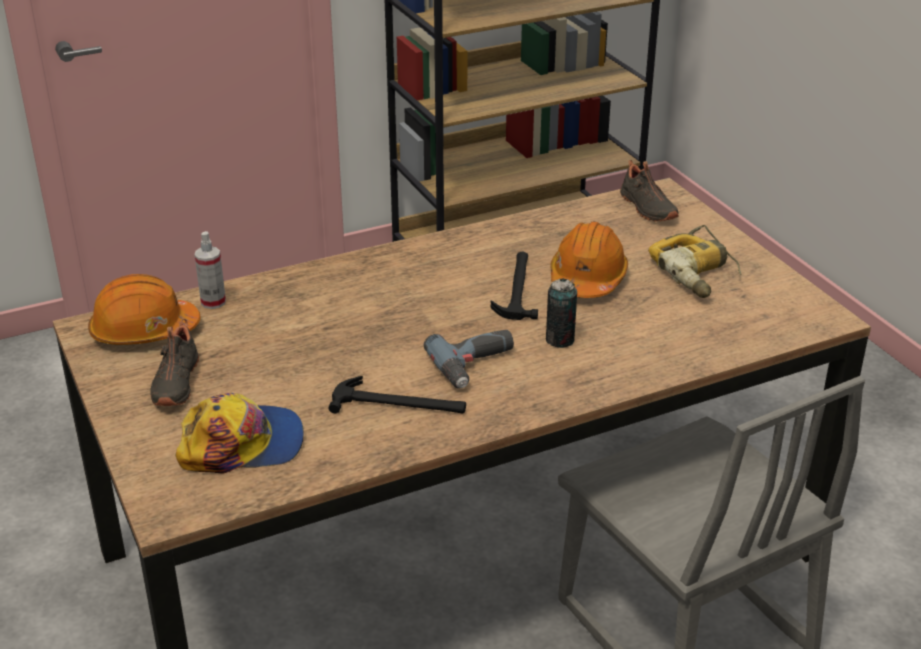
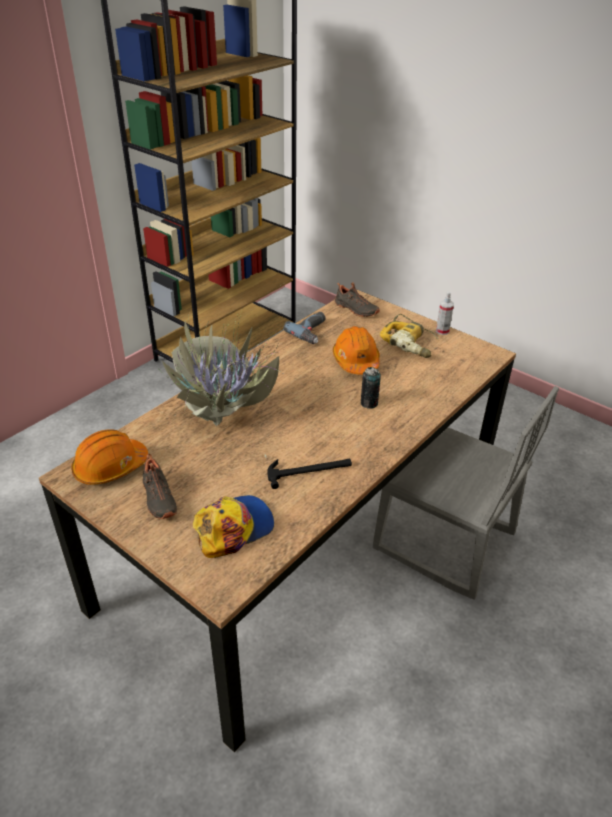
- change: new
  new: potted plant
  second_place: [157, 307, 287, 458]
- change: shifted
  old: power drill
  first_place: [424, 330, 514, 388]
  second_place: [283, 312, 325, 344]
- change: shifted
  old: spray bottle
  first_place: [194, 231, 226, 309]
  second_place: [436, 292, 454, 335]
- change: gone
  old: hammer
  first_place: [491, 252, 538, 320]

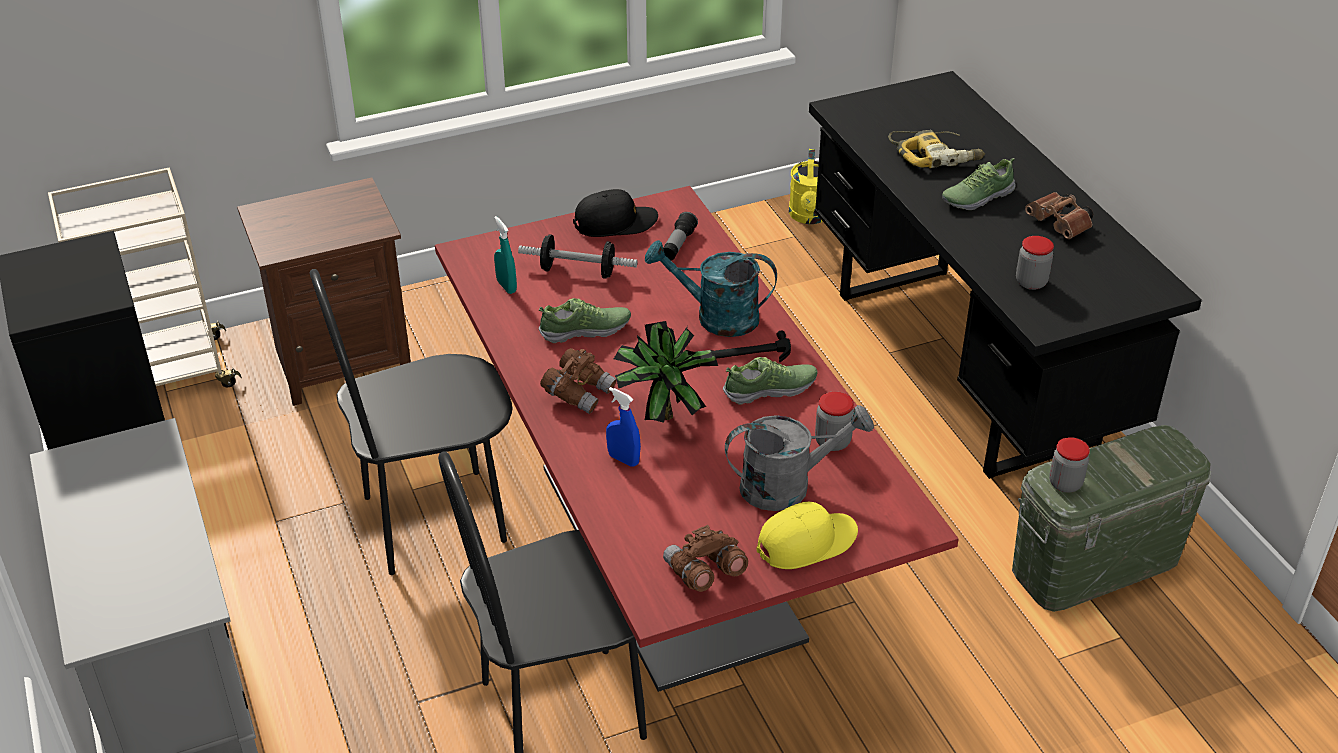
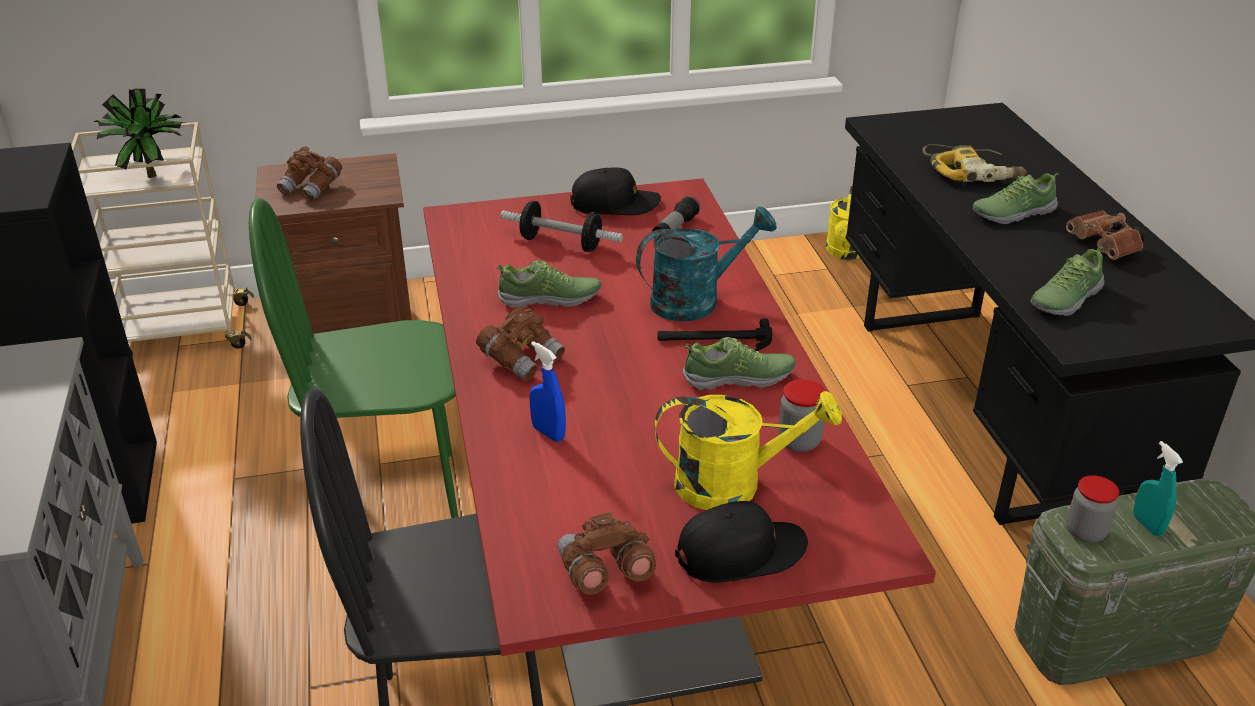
- change: shifted
  old: potted plant
  first_place: [614, 321, 718, 423]
  second_place: [94, 89, 185, 178]
- change: repainted
  old: chair in black
  new: chair in green
  first_place: [310, 269, 513, 575]
  second_place: [249, 198, 458, 518]
- change: new
  new: binoculars in brown
  second_place: [277, 146, 342, 201]
- change: rotated
  old: watering can in turquoise
  first_place: [645, 240, 777, 337]
  second_place: [636, 206, 777, 321]
  degrees: 135
- change: repainted
  old: watering can in grey
  new: watering can in yellow
  first_place: [725, 405, 874, 511]
  second_place: [655, 391, 842, 510]
- change: repainted
  old: cap in yellow
  new: cap in black
  first_place: [757, 502, 858, 569]
  second_place: [675, 501, 808, 582]
- change: swapped
  old: jar
  new: shoe
  first_place: [1016, 236, 1054, 290]
  second_place: [1031, 247, 1104, 316]
- change: shifted
  old: spray bottle in turquoise
  first_place: [494, 216, 517, 294]
  second_place: [1134, 441, 1183, 536]

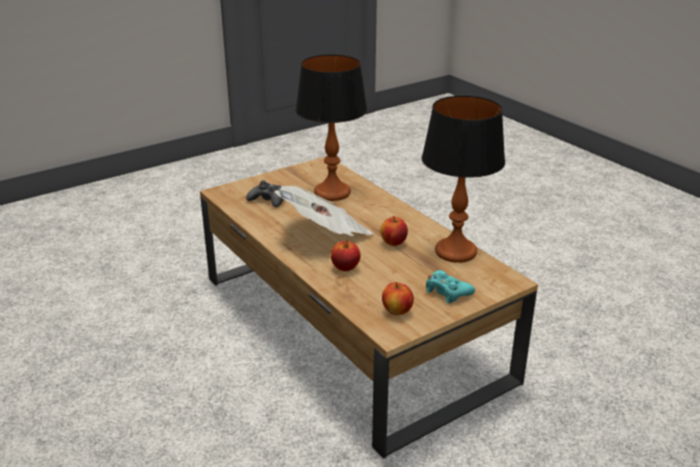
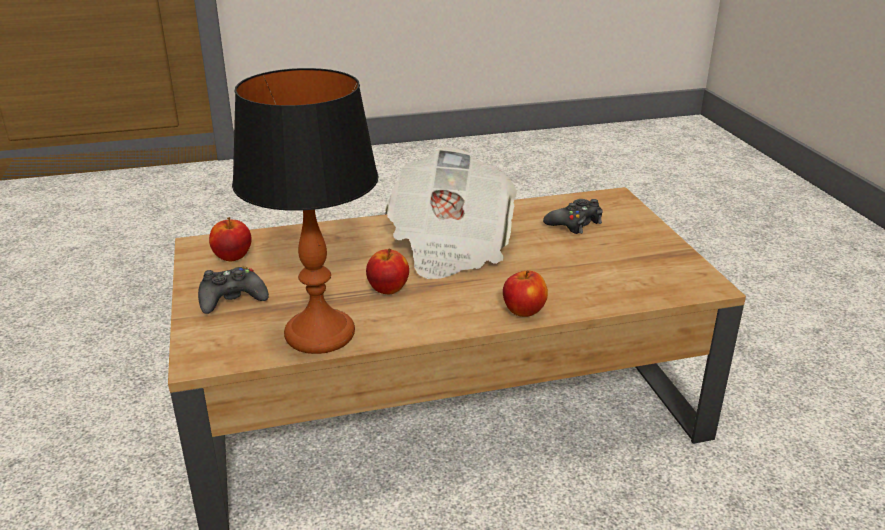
- change: repainted
  old: game controller in turquoise
  new: game controller in black
  first_place: [426, 270, 475, 303]
  second_place: [198, 266, 269, 314]
- change: shifted
  old: apple
  first_place: [331, 240, 360, 271]
  second_place: [503, 271, 548, 317]
- change: gone
  old: table lamp
  first_place: [296, 54, 367, 201]

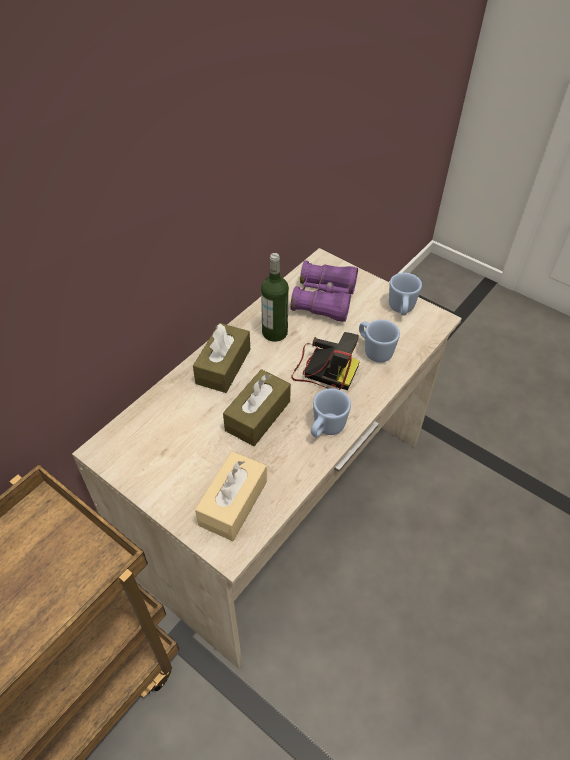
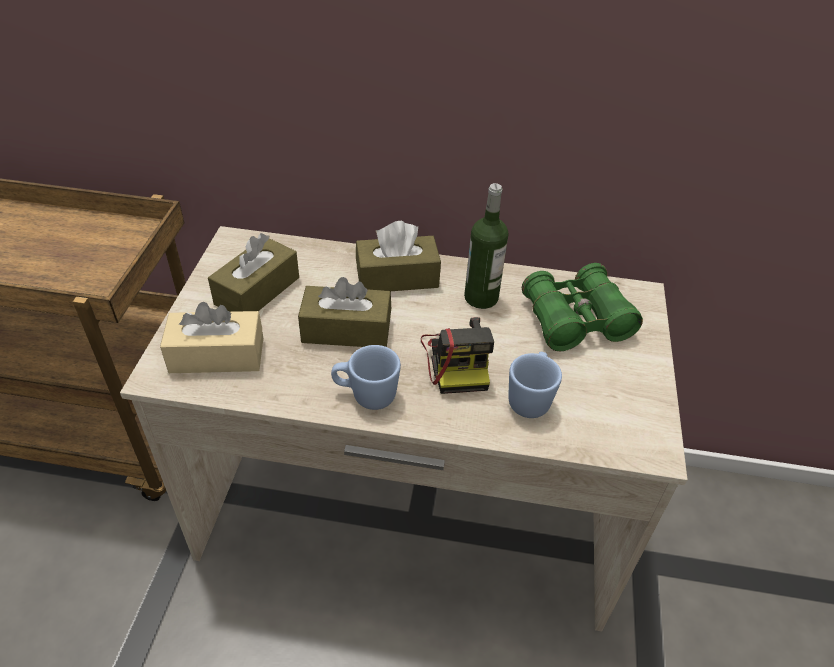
- change: new
  new: tissue box in brown
  second_place: [208, 233, 299, 312]
- change: repainted
  old: binoculars in purple
  new: binoculars in green
  first_place: [290, 260, 358, 322]
  second_place: [522, 263, 643, 351]
- change: gone
  old: mug in blue
  first_place: [389, 273, 422, 316]

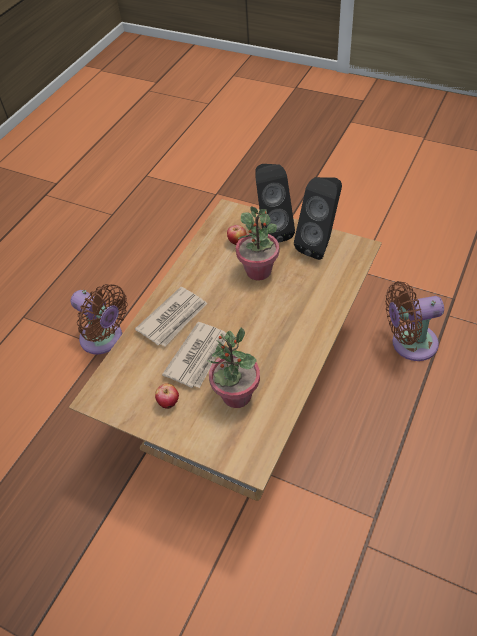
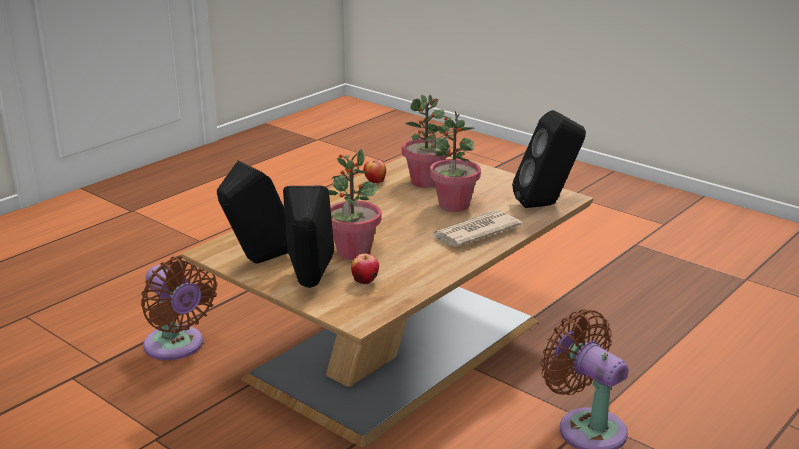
- change: rotated
  old: fan in brown
  first_place: [385, 281, 444, 361]
  second_place: [141, 255, 217, 360]
  degrees: 45
- change: shifted
  old: apple
  first_place: [155, 384, 179, 409]
  second_place: [364, 159, 386, 184]
- change: swapped
  old: newspaper
  new: potted plant
  first_place: [162, 322, 226, 388]
  second_place: [430, 110, 481, 212]
- change: new
  new: speaker in black
  second_place: [512, 110, 586, 208]

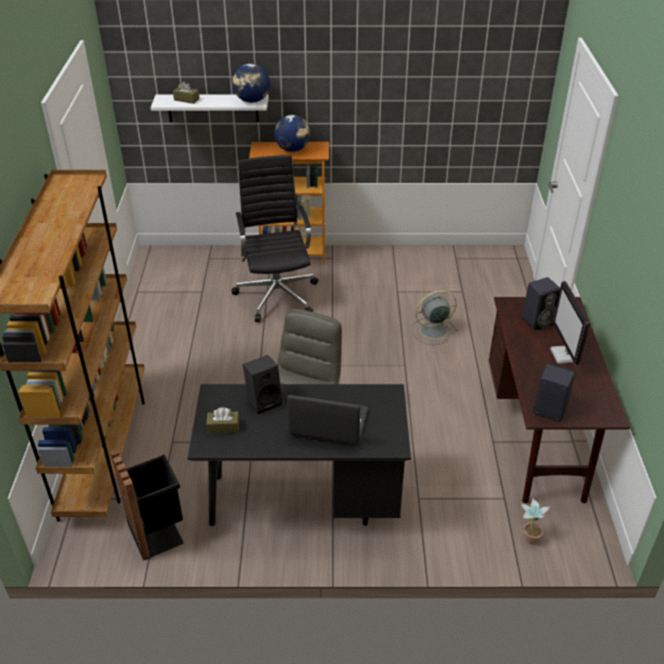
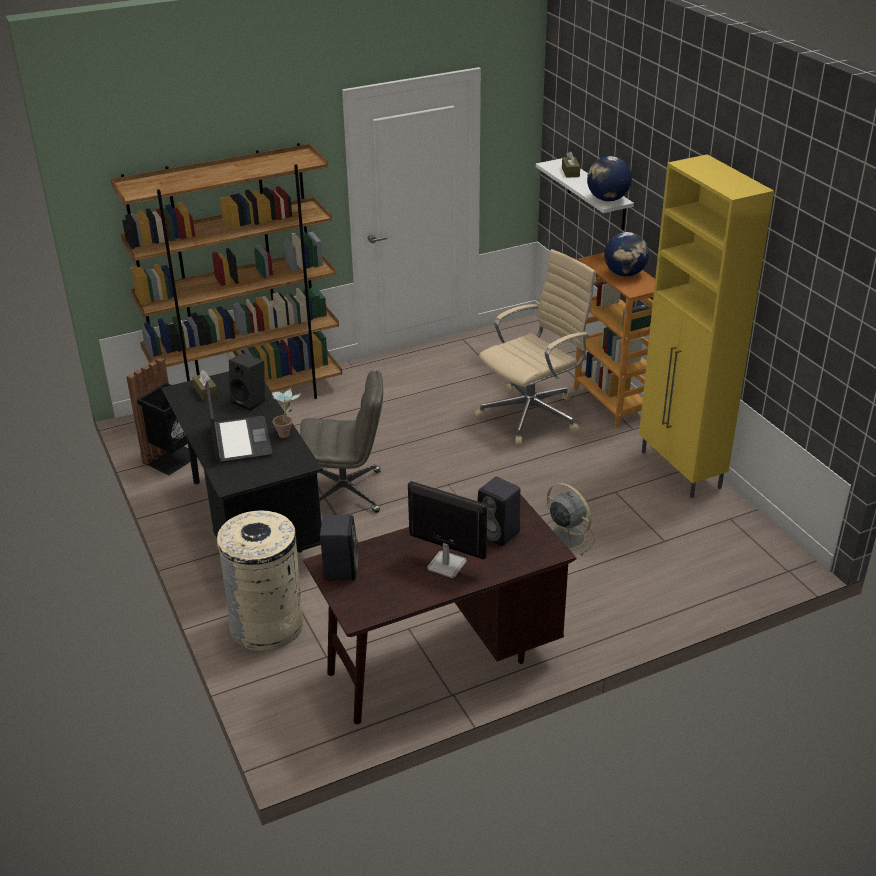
- change: new
  new: trash can in beige
  second_place: [217, 510, 303, 651]
- change: shifted
  old: potted plant
  first_place: [520, 498, 550, 545]
  second_place: [272, 388, 301, 438]
- change: rotated
  old: monitor
  first_place: [550, 281, 590, 365]
  second_place: [408, 481, 488, 578]
  degrees: 60
- change: repainted
  old: office chair in black
  new: office chair in beige
  first_place: [231, 155, 318, 322]
  second_place: [474, 249, 596, 445]
- change: new
  new: cabinet in yellow
  second_place: [639, 154, 774, 498]

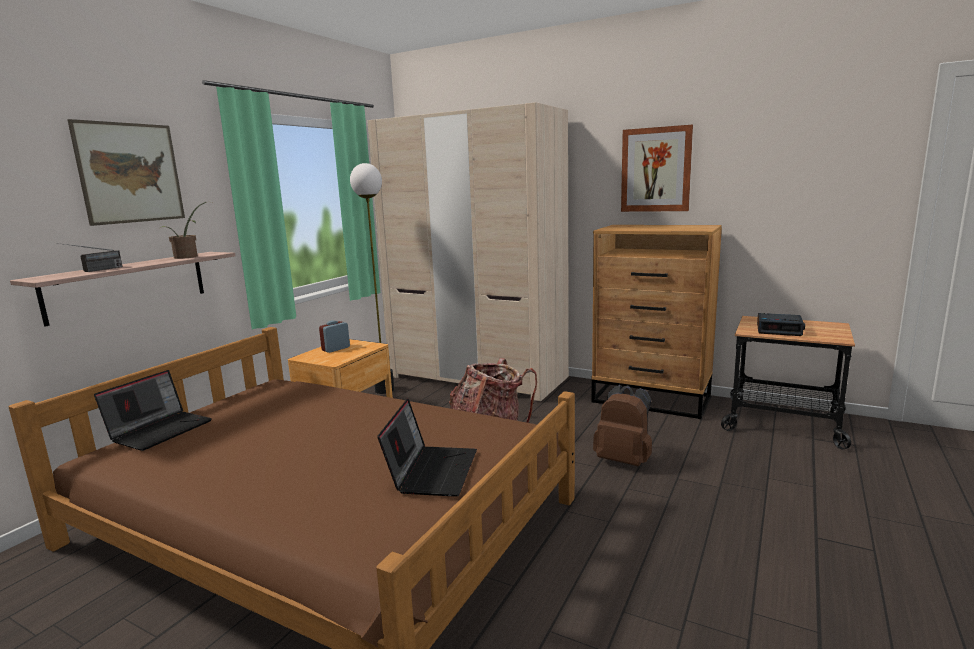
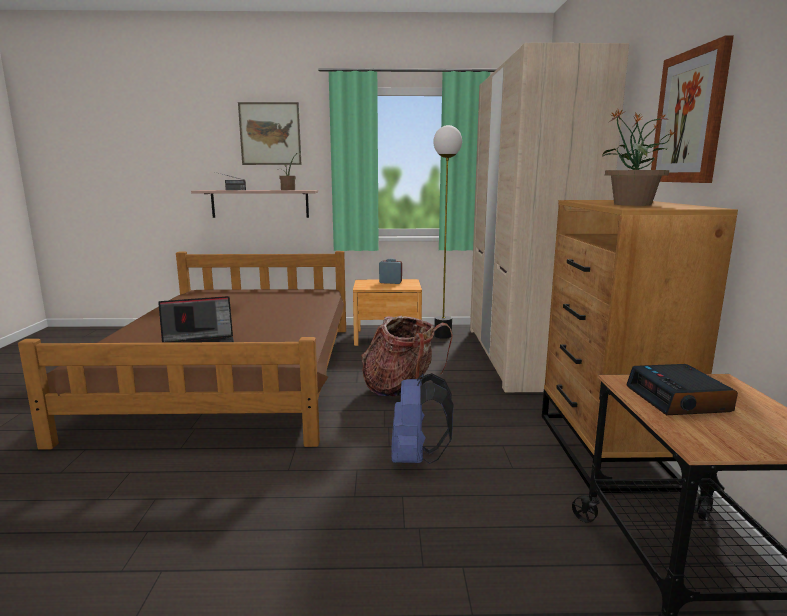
- change: repainted
  old: backpack in brown
  new: backpack in blue
  first_place: [593, 385, 652, 466]
  second_place: [391, 373, 454, 464]
- change: new
  new: potted plant
  second_place: [602, 109, 676, 206]
- change: gone
  old: laptop
  first_place: [94, 370, 212, 451]

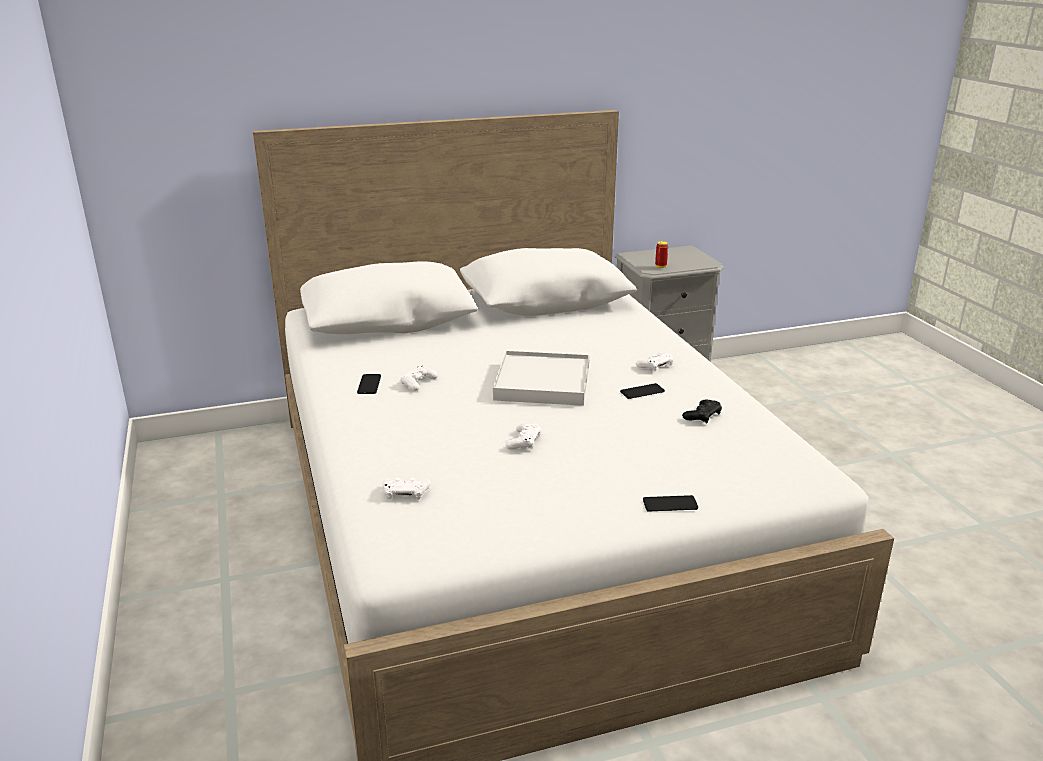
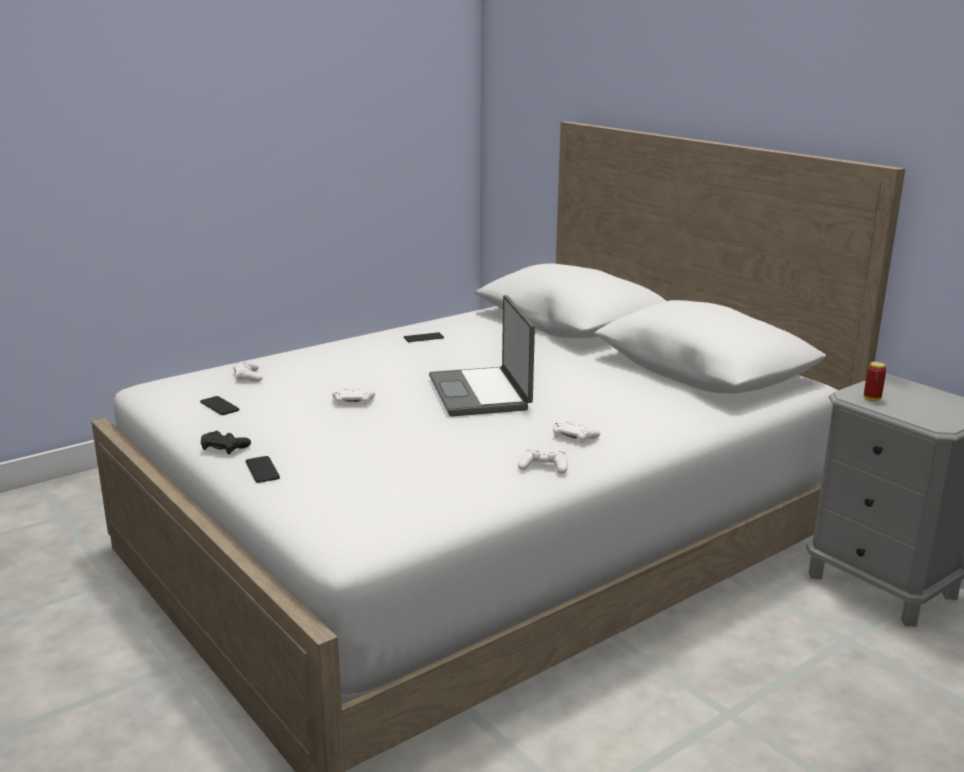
- change: shifted
  old: phone
  first_place: [620, 383, 665, 399]
  second_place: [200, 396, 239, 415]
- change: shifted
  old: game controller in black
  first_place: [682, 400, 722, 424]
  second_place: [201, 431, 251, 454]
- change: swapped
  old: tray in white
  new: laptop
  first_place: [493, 351, 589, 406]
  second_place: [429, 295, 535, 416]
- change: shifted
  old: game controller in white
  first_place: [400, 366, 438, 391]
  second_place: [518, 448, 568, 474]

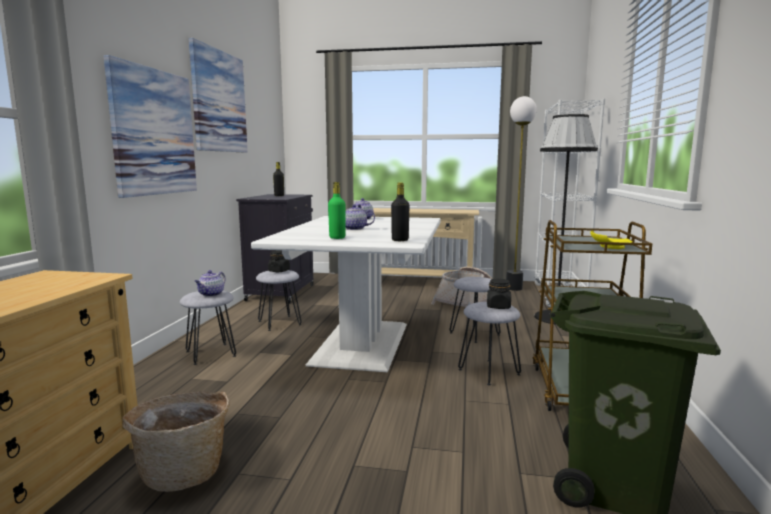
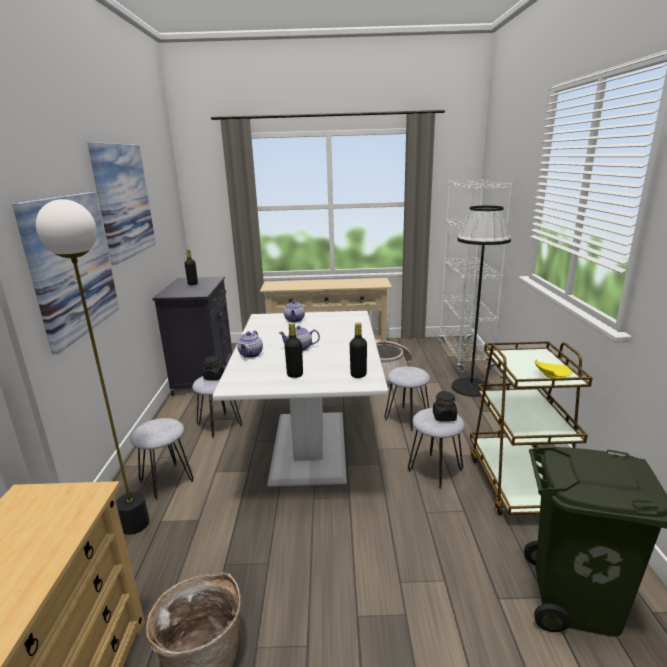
- change: shifted
  old: floor lamp
  first_place: [506, 96, 537, 291]
  second_place: [36, 199, 150, 535]
- change: shifted
  old: teapot
  first_place: [195, 270, 226, 297]
  second_place: [237, 330, 263, 358]
- change: repainted
  old: bottle in green
  new: bottle in black
  first_place: [328, 182, 345, 239]
  second_place: [284, 323, 303, 378]

